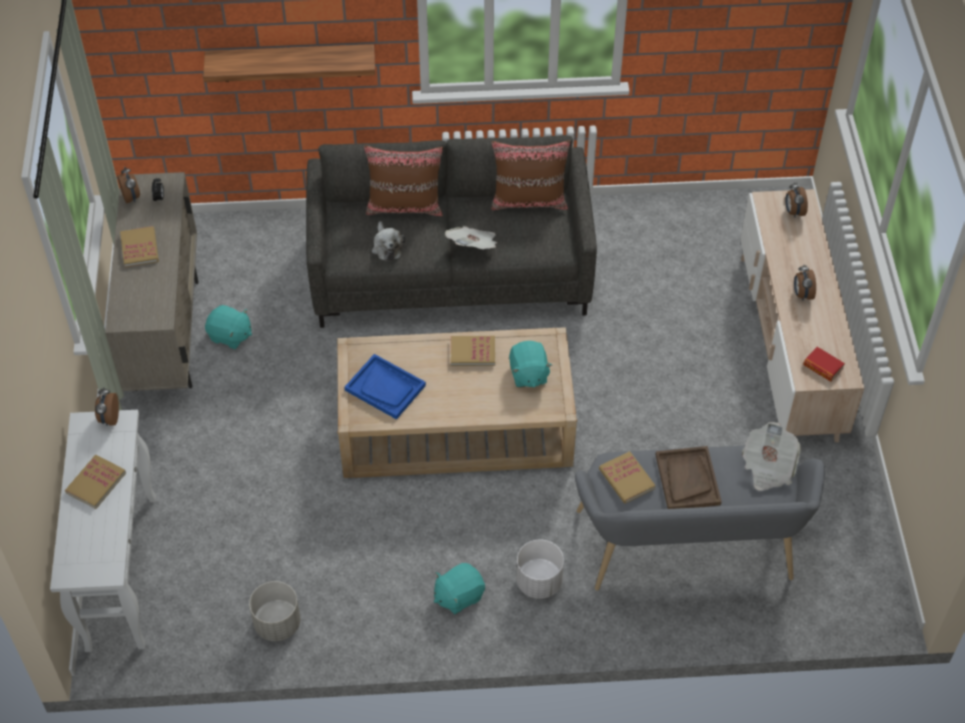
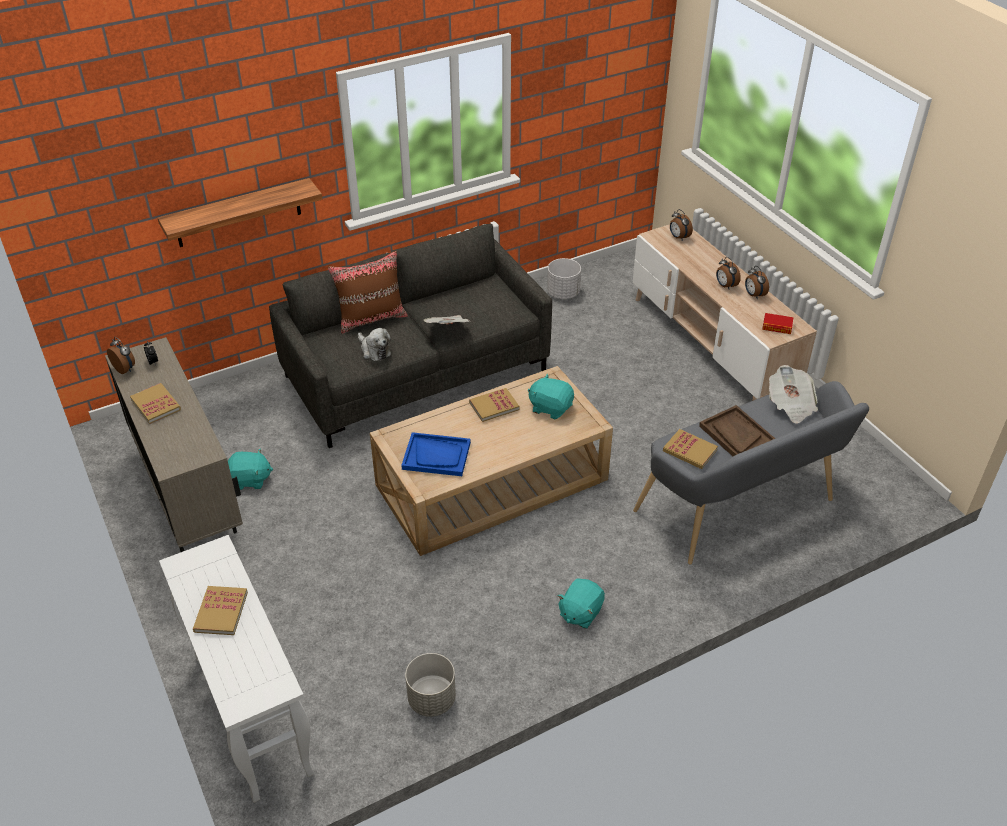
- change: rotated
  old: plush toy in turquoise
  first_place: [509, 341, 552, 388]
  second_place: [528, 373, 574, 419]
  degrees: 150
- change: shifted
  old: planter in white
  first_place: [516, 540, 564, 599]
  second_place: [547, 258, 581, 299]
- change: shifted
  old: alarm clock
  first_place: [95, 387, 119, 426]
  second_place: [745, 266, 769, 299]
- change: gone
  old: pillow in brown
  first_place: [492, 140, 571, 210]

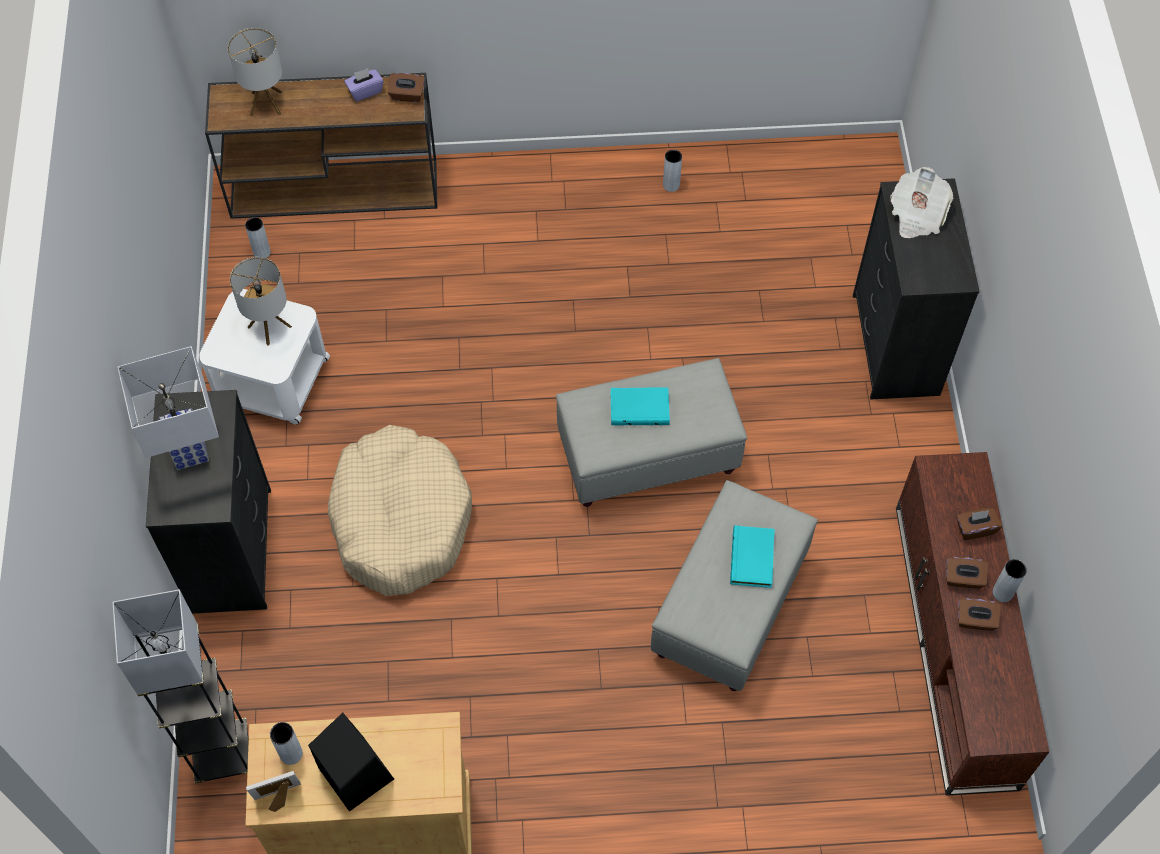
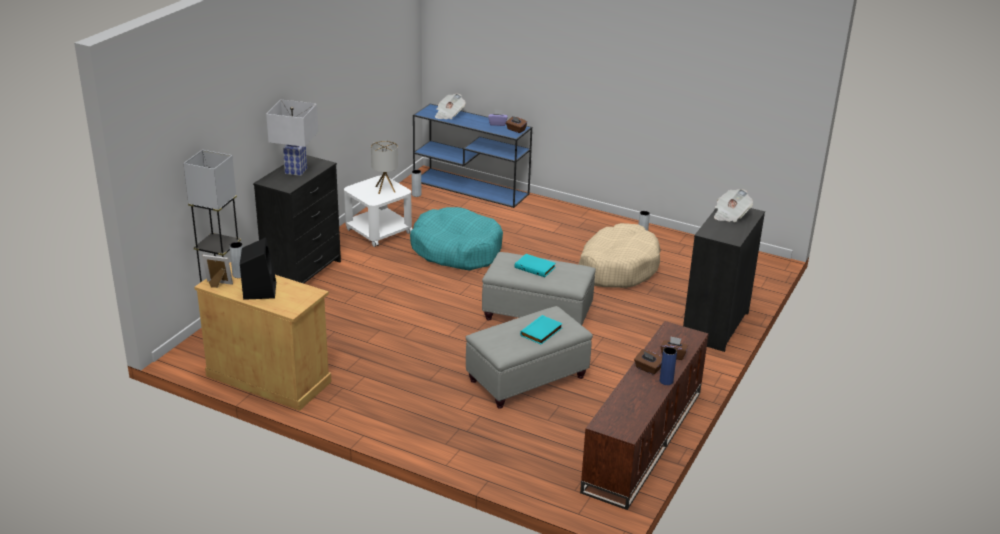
- change: new
  new: dog bed in turquoise
  second_place: [410, 207, 503, 270]
- change: repainted
  old: console table in brown
  new: console table in blue
  first_place: [205, 73, 437, 219]
  second_place: [413, 104, 532, 208]
- change: swapped
  old: table lamp
  new: newspaper
  first_place: [228, 27, 282, 116]
  second_place: [435, 94, 465, 119]
- change: shifted
  old: dog bed in beige
  first_place: [328, 425, 472, 596]
  second_place: [578, 223, 661, 288]
- change: repainted
  old: vase in grey
  new: vase in blue
  first_place: [993, 559, 1027, 602]
  second_place: [660, 347, 677, 385]
- change: gone
  old: tissue box in brown
  first_place: [958, 598, 1001, 631]

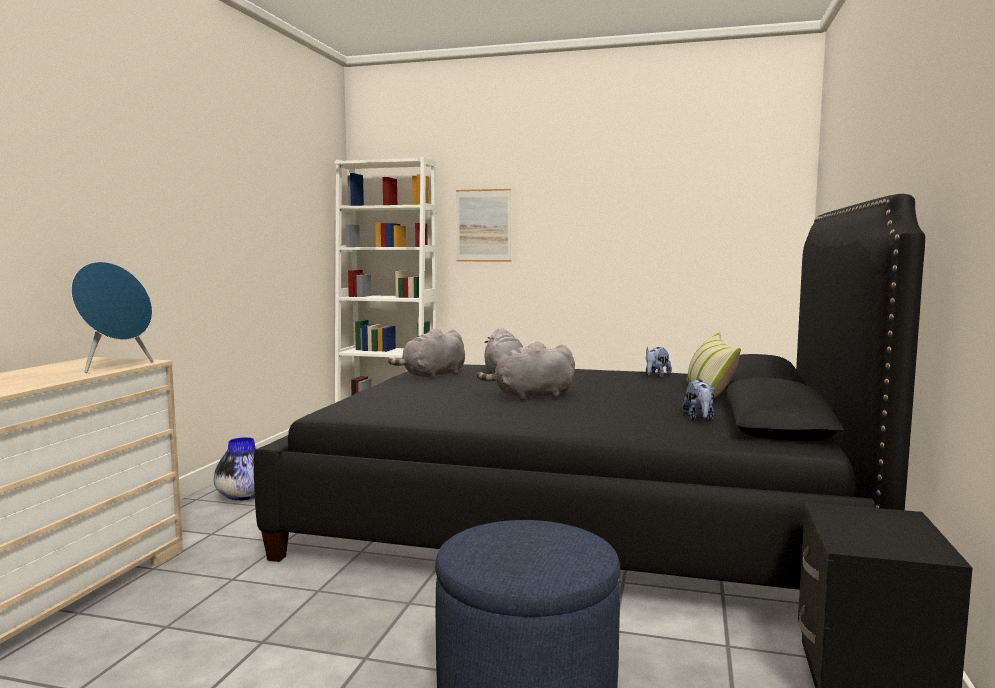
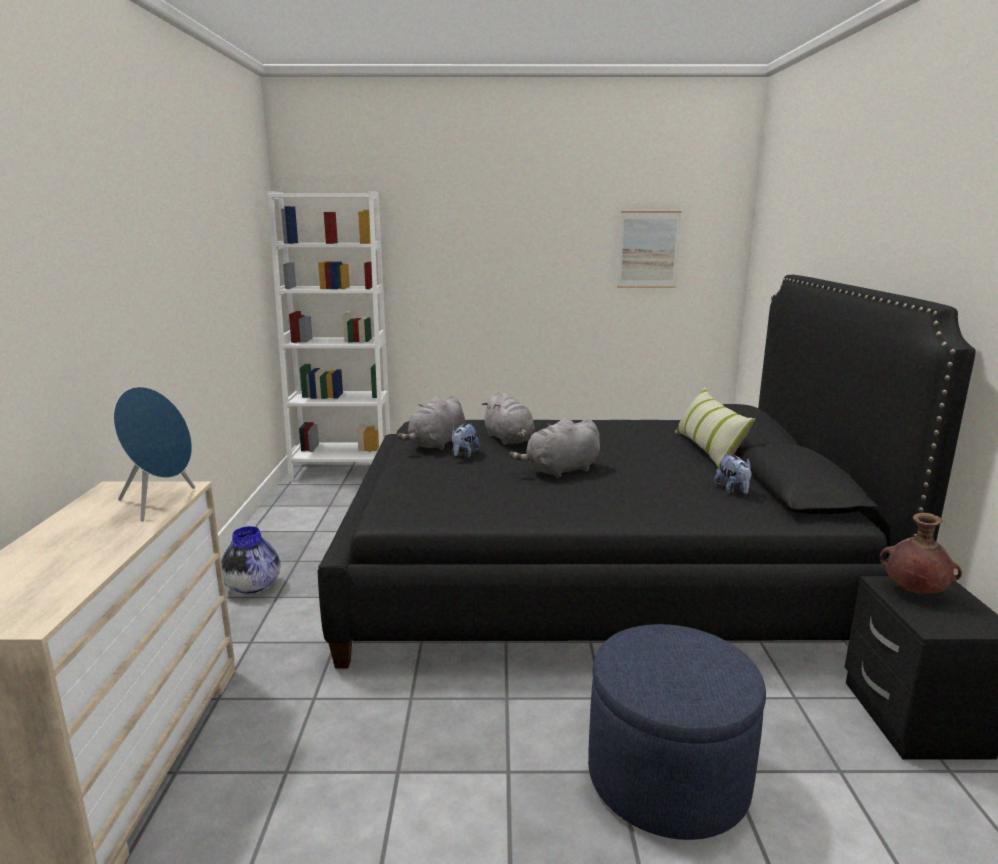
- change: shifted
  old: plush toy
  first_place: [646, 347, 672, 378]
  second_place: [452, 423, 480, 458]
- change: shifted
  old: picture
  first_place: [456, 189, 511, 262]
  second_place: [617, 211, 681, 288]
- change: new
  new: vase in brown
  second_place: [880, 513, 962, 594]

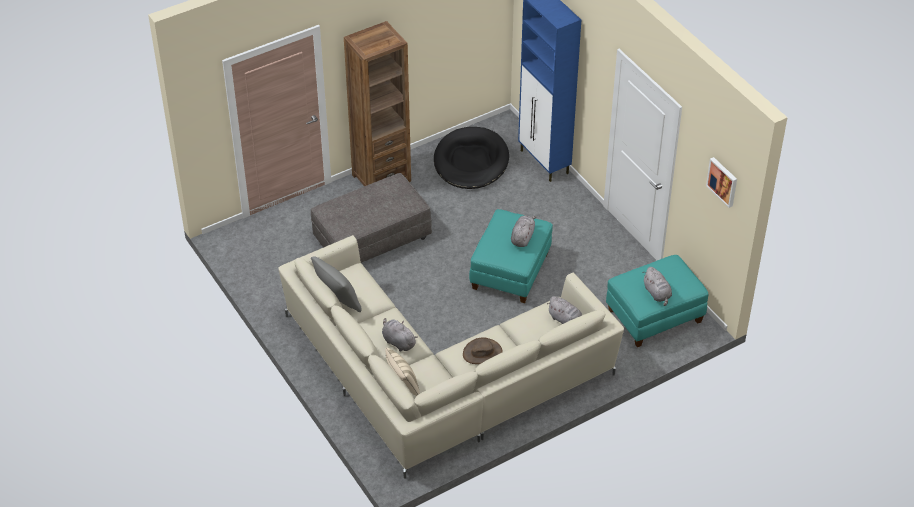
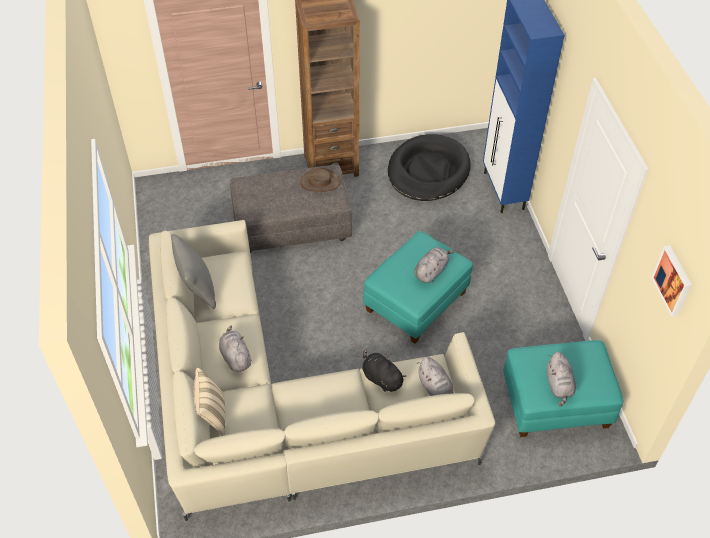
- change: shifted
  old: hat in brown
  first_place: [463, 338, 502, 364]
  second_place: [300, 168, 340, 192]
- change: new
  new: plush toy in black
  second_place: [362, 349, 406, 392]

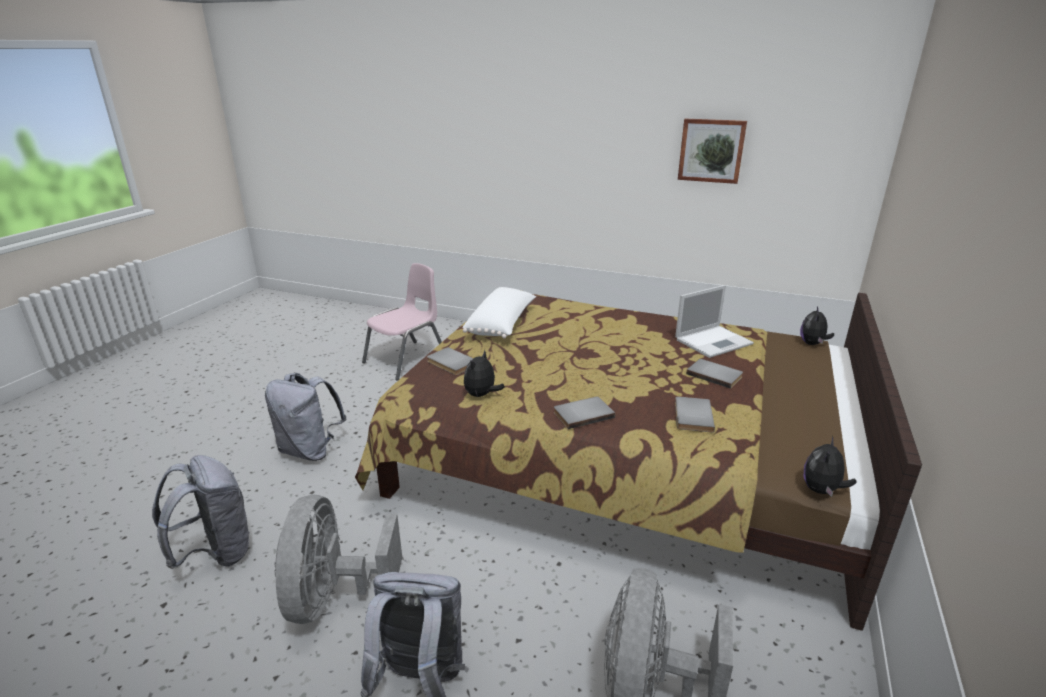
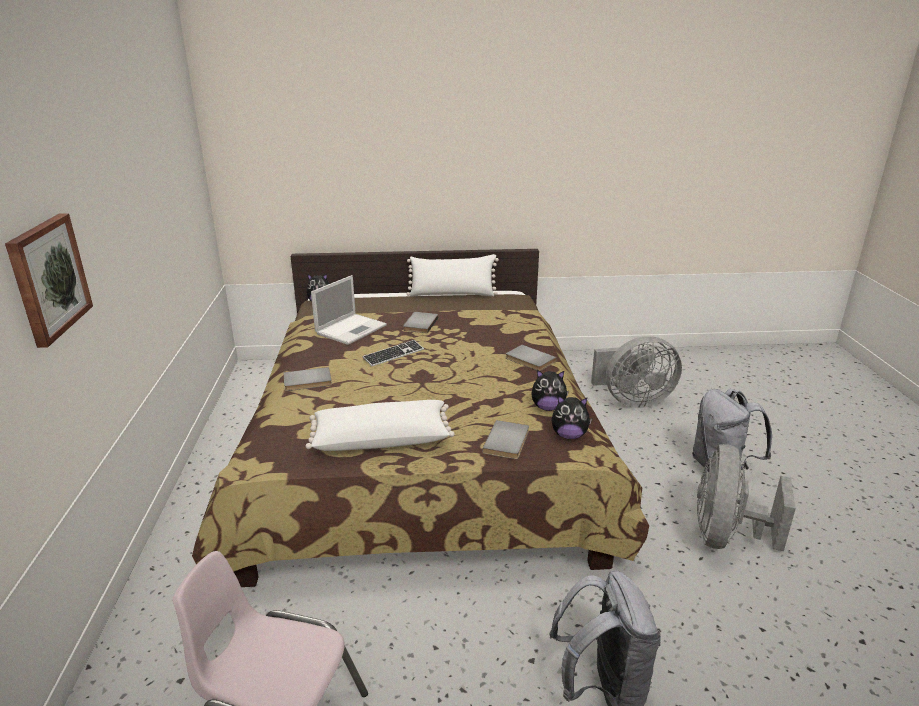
- change: shifted
  old: picture
  first_place: [678, 119, 747, 184]
  second_place: [5, 213, 93, 348]
- change: shifted
  old: book in grey
  first_place: [675, 396, 715, 433]
  second_place: [283, 367, 332, 391]
- change: rotated
  old: laptop
  first_place: [675, 285, 754, 358]
  second_place: [311, 275, 387, 345]
  degrees: 90
- change: new
  new: keyboard
  second_place: [362, 340, 424, 366]
- change: new
  new: pillow in white
  second_place: [407, 254, 499, 297]
- change: shifted
  old: plush toy
  first_place: [804, 435, 857, 497]
  second_place: [552, 395, 592, 439]
- change: rotated
  old: fan in grey
  first_place: [274, 495, 402, 624]
  second_place: [697, 444, 796, 551]
  degrees: 135
- change: gone
  old: backpack in grey
  first_place: [152, 455, 251, 569]

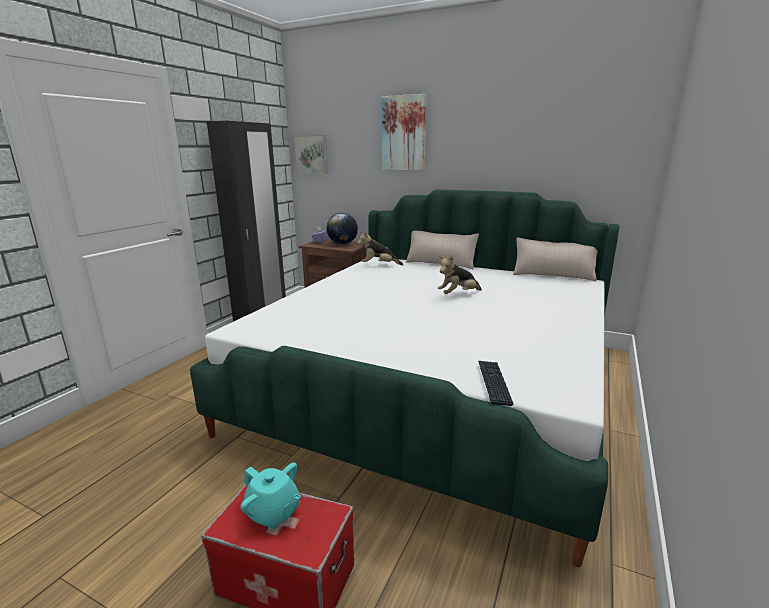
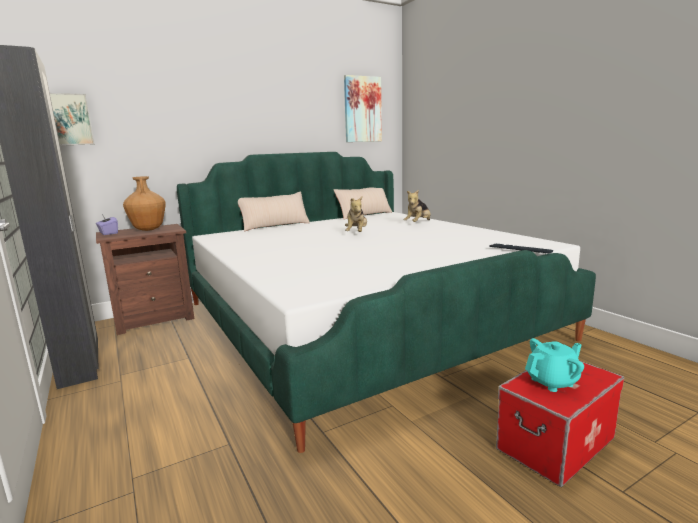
- change: swapped
  old: globe
  new: vase in brown
  first_place: [326, 213, 358, 245]
  second_place: [123, 176, 166, 231]
- change: shifted
  old: picture
  first_place: [382, 94, 427, 170]
  second_place: [344, 75, 382, 142]
- change: shifted
  old: plush toy
  first_place: [357, 232, 403, 265]
  second_place: [404, 190, 431, 222]

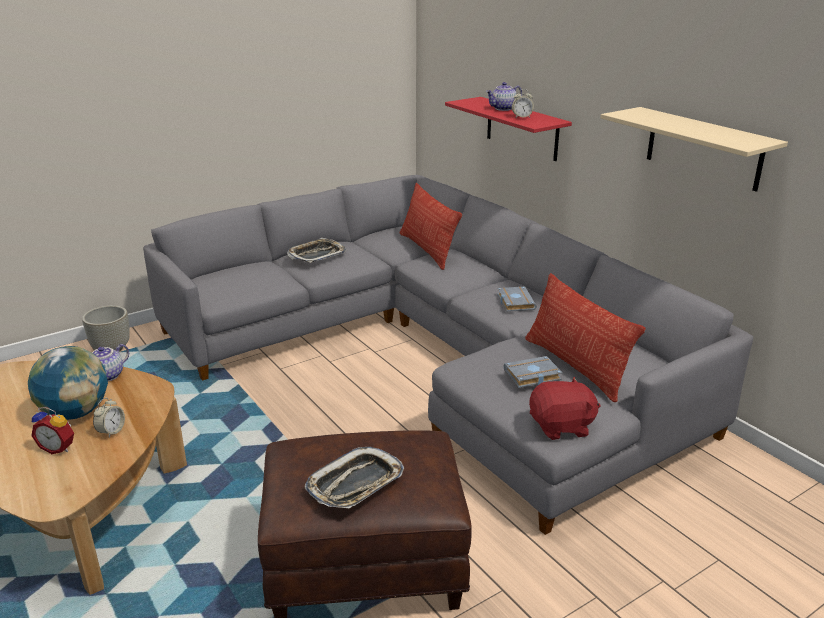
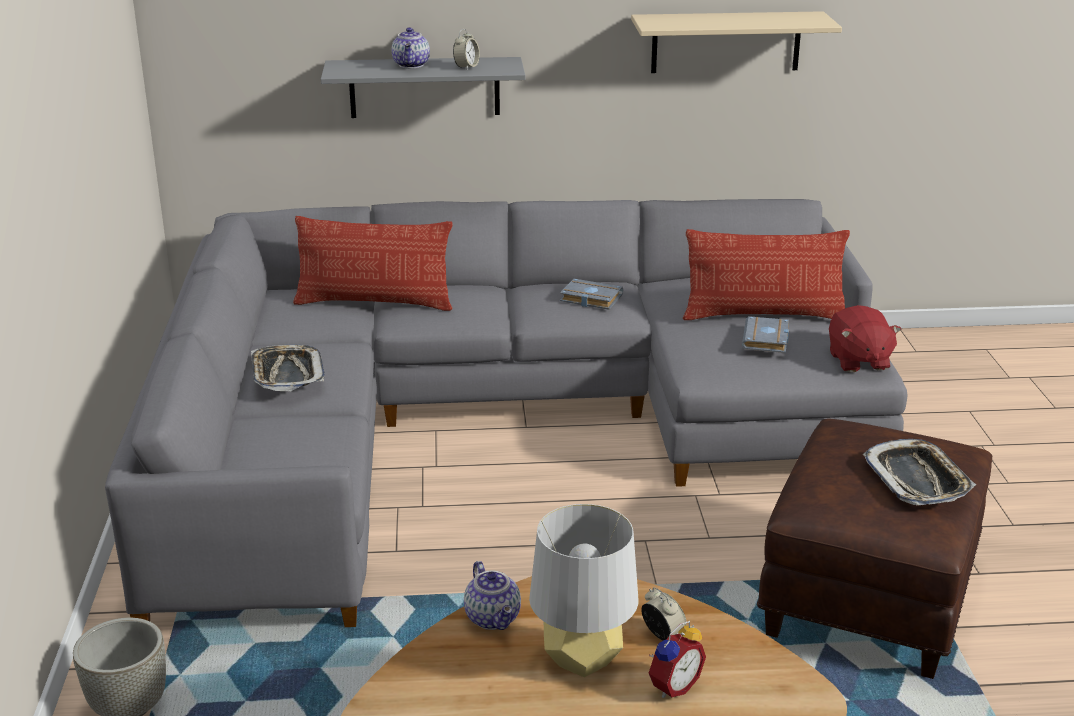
- change: repainted
  old: shelf in red
  new: shelf in grey
  first_place: [445, 97, 572, 161]
  second_place: [321, 57, 525, 118]
- change: swapped
  old: globe
  new: table lamp in grey
  first_place: [28, 346, 108, 420]
  second_place: [529, 504, 638, 677]
- change: rotated
  old: plush toy in red
  first_place: [529, 377, 601, 440]
  second_place: [829, 305, 901, 373]
  degrees: 150

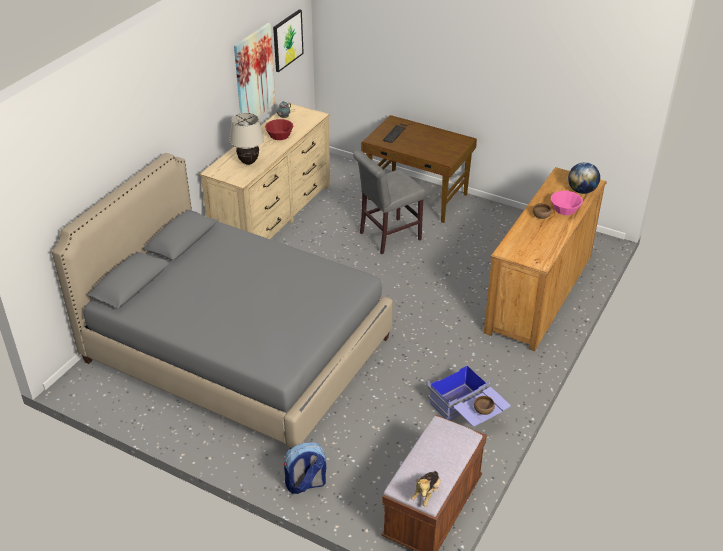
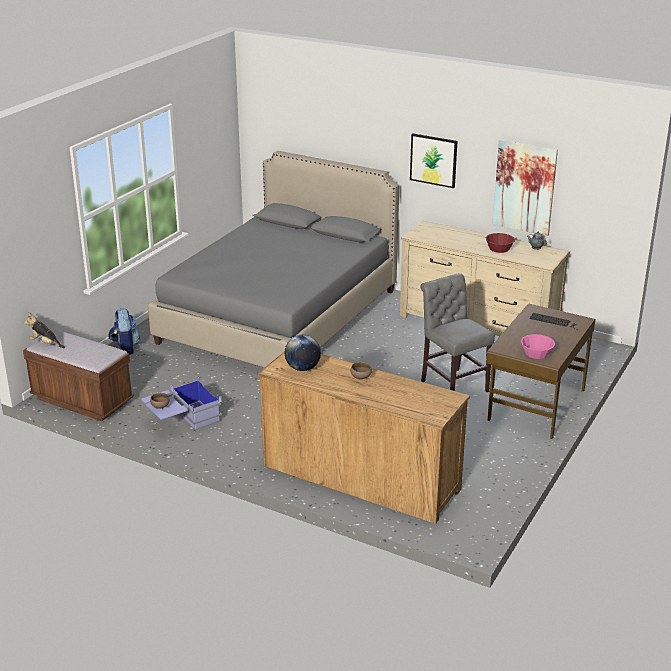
- change: shifted
  old: globe
  first_place: [568, 162, 600, 194]
  second_place: [285, 335, 321, 371]
- change: shifted
  old: picture
  first_place: [273, 9, 304, 72]
  second_place: [410, 133, 457, 188]
- change: shifted
  old: bowl in pink
  first_place: [551, 191, 583, 215]
  second_place: [521, 334, 555, 359]
- change: gone
  old: table lamp in beige
  first_place: [229, 113, 264, 165]

